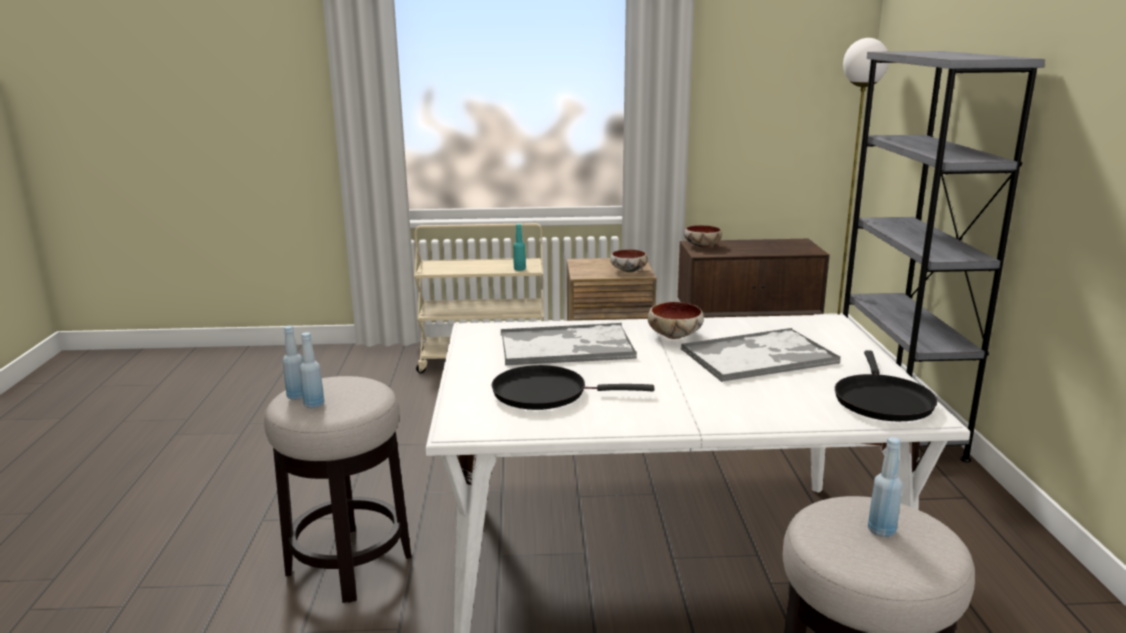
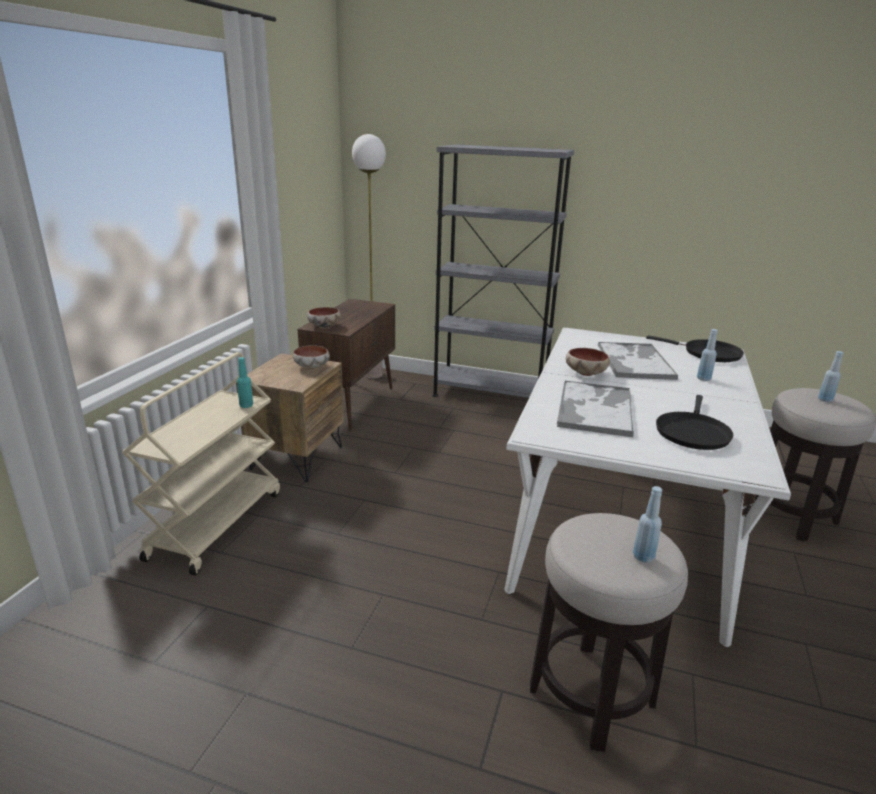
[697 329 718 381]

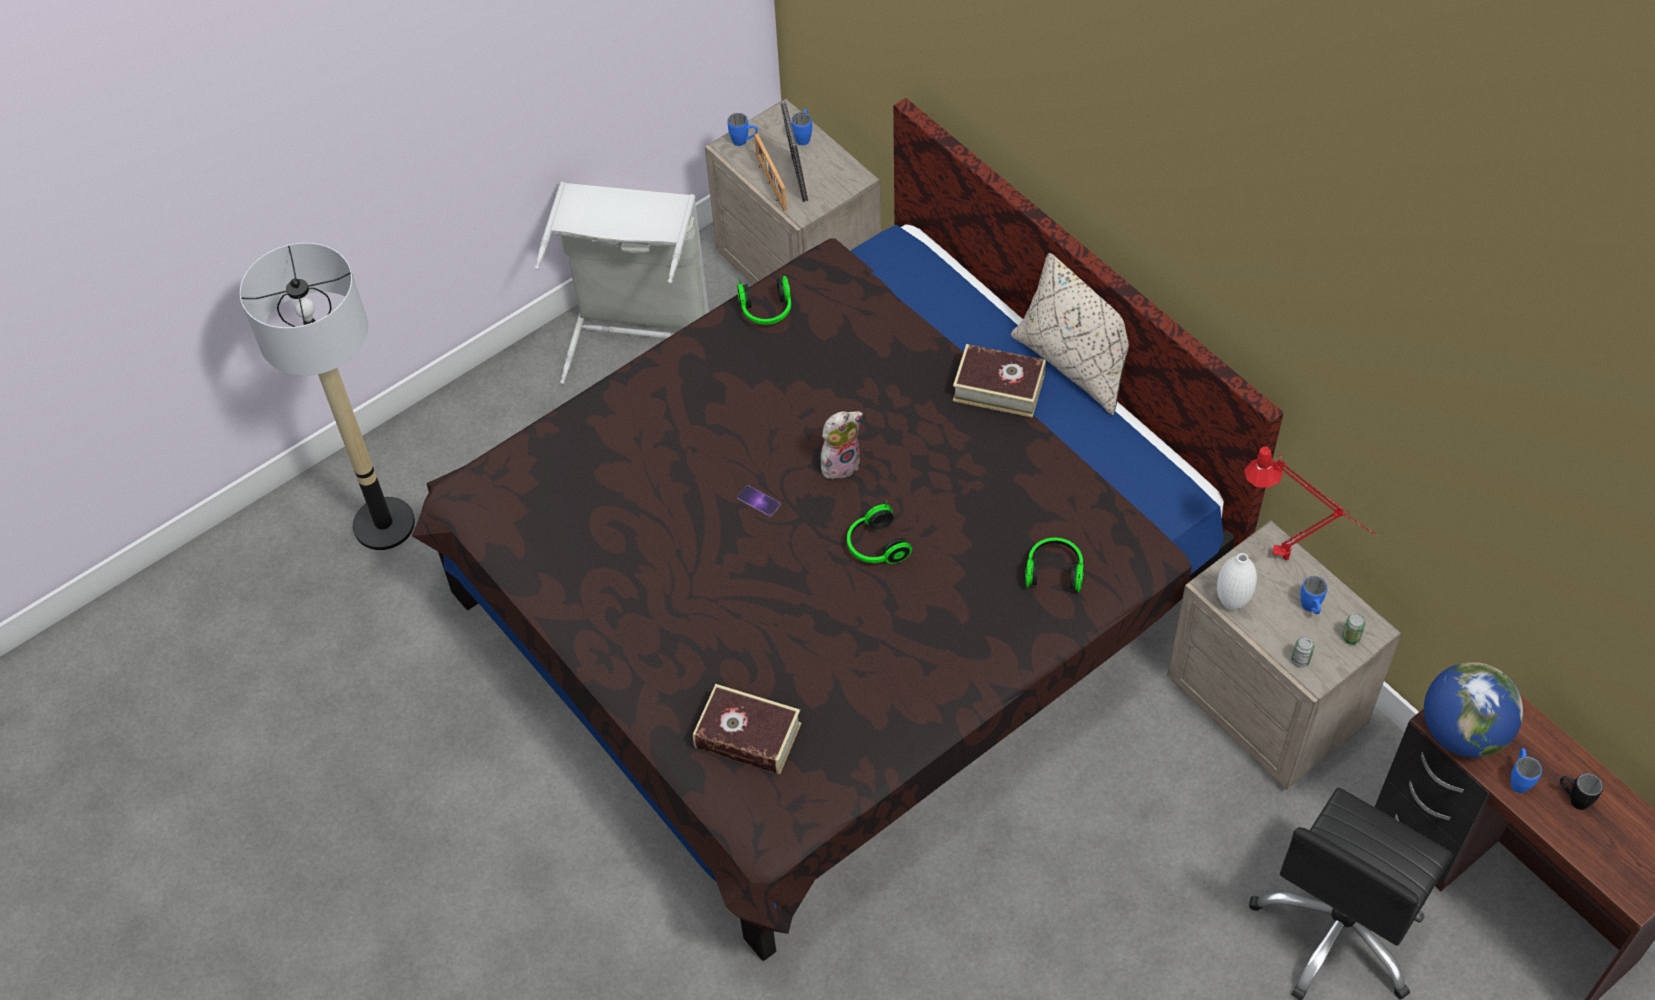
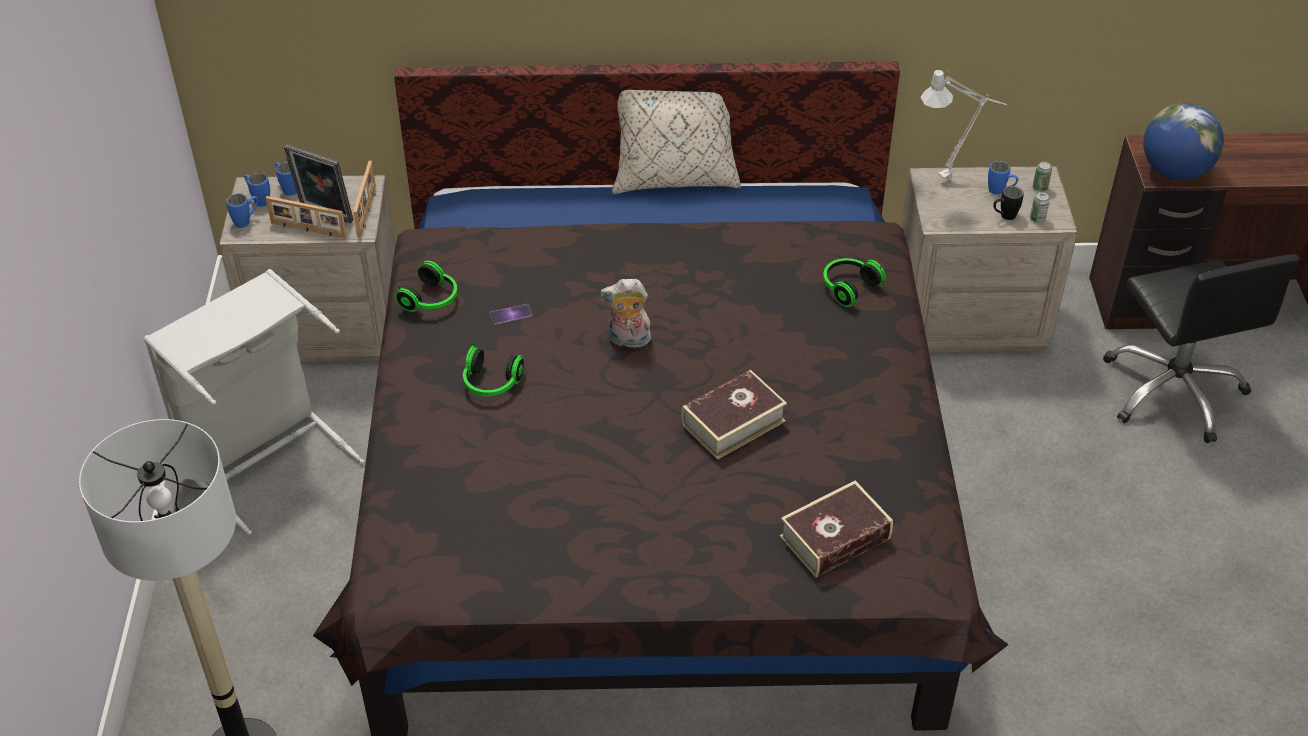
[244 173 270 207]
[353 161 376 237]
[463 340 524 396]
[490 304 533 325]
[600 279 651 348]
[681 370 787 460]
[920 70 1007 181]
[993 186 1024 220]
[1217 553 1257 610] (first image)

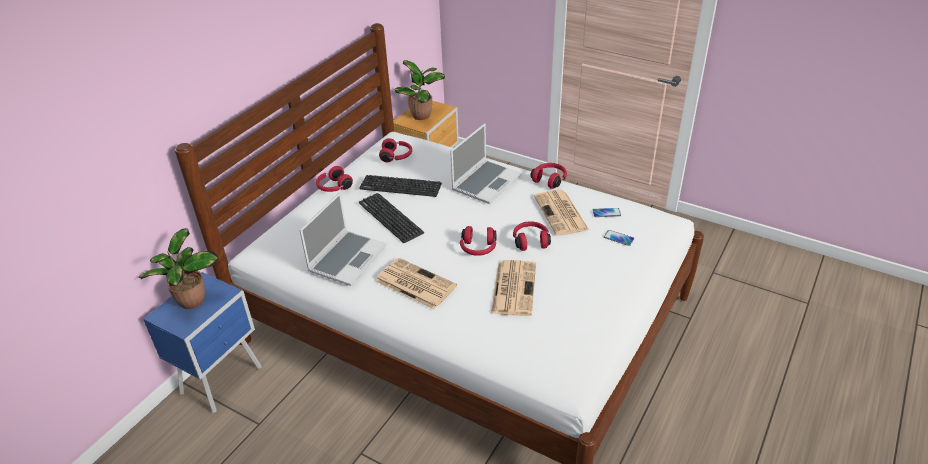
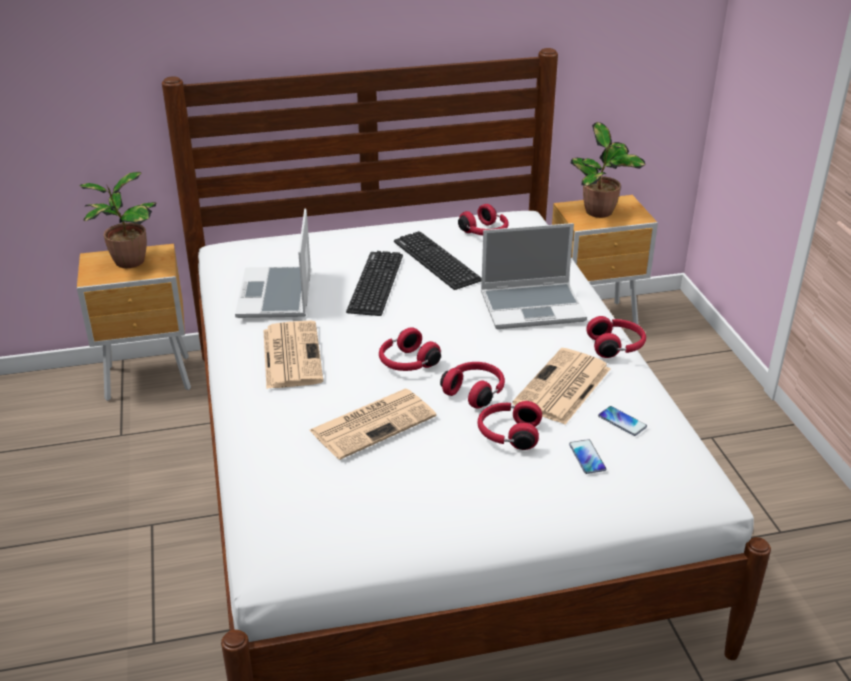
[77 244 191 401]
[235 209 311 318]
[478 401 542 450]

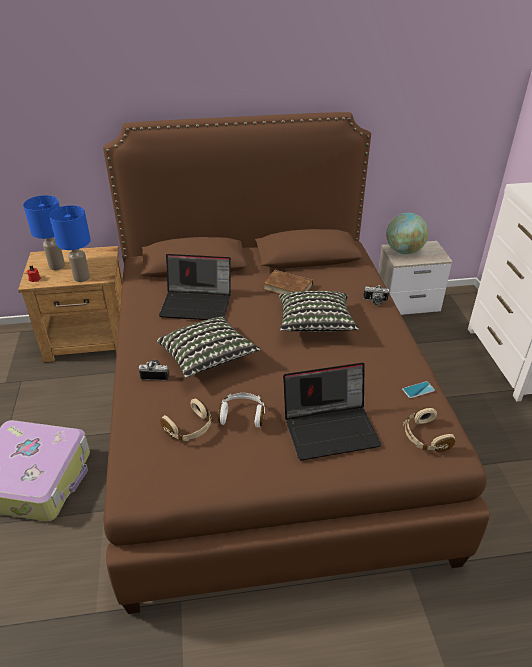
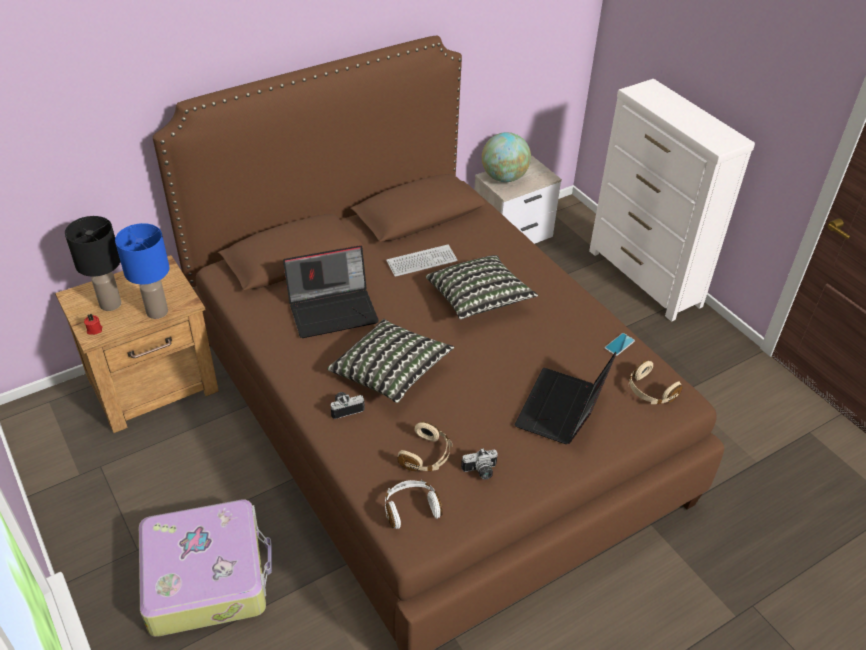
[65 216 121 311]
[385 480 443 529]
[386 245 458 277]
[461 448 498 480]
[514 352 617 444]

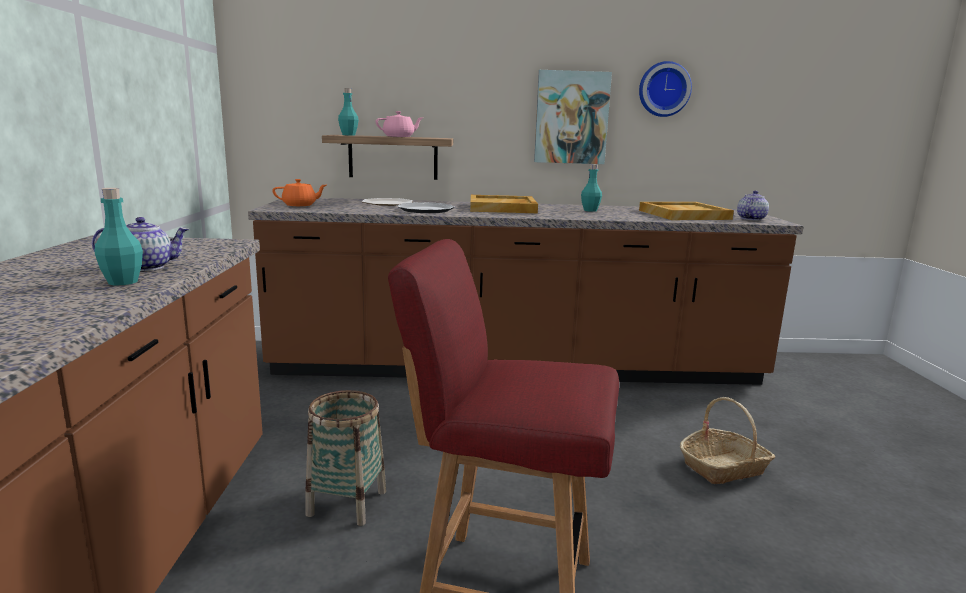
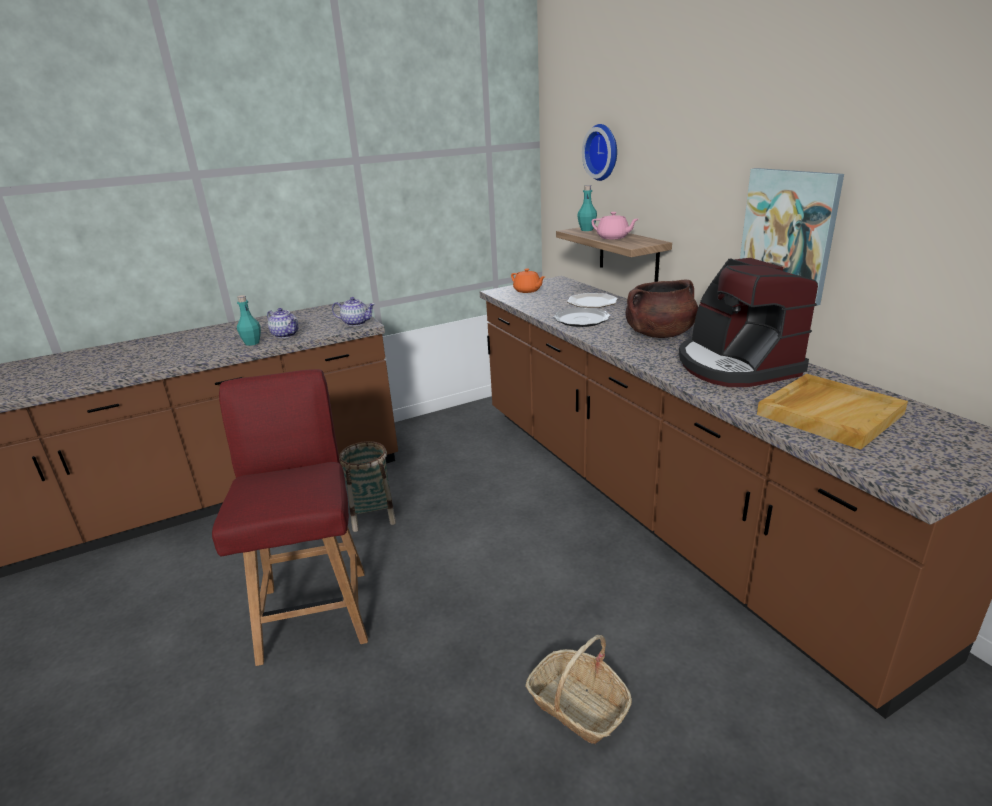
[332 297 375 326]
[582 124 617 181]
[626 280 698 338]
[679 258 818 387]

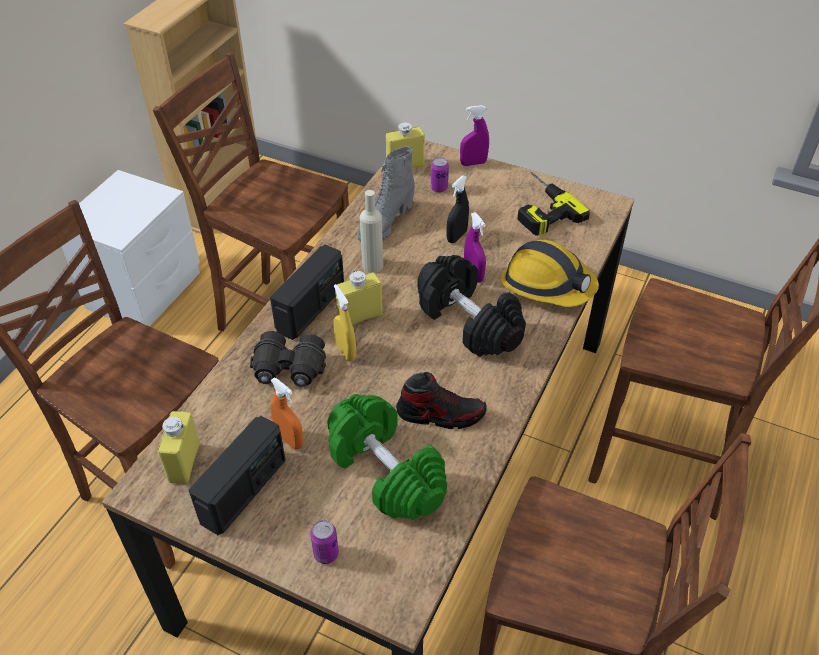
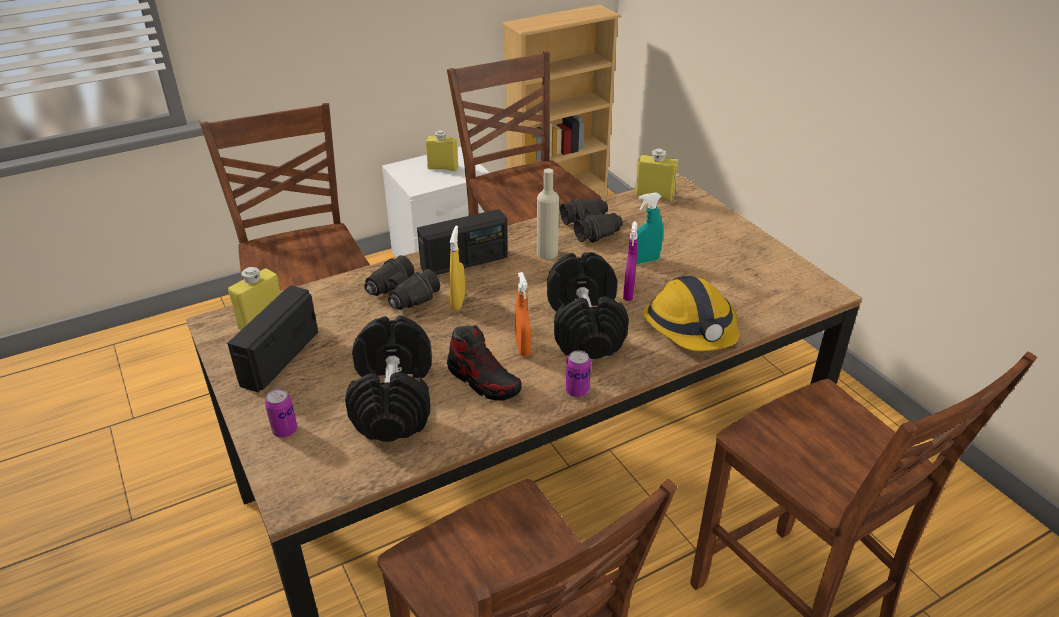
[227 285 318 392]
[345 316 432 442]
[426 130 458 171]
[515 272 531 356]
[560 199 623 243]
[566 350 591 397]
[636 193 663 264]
[460 105 489 166] (first image)
[517 172 590 236] (first image)

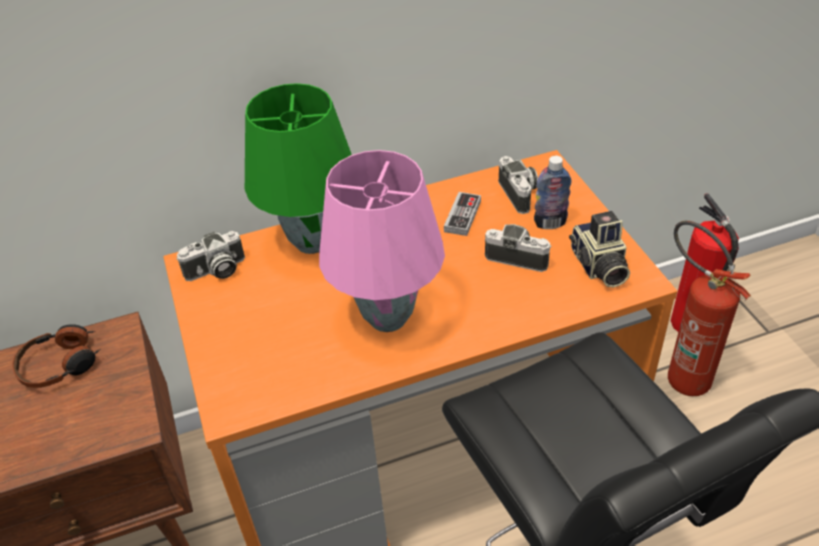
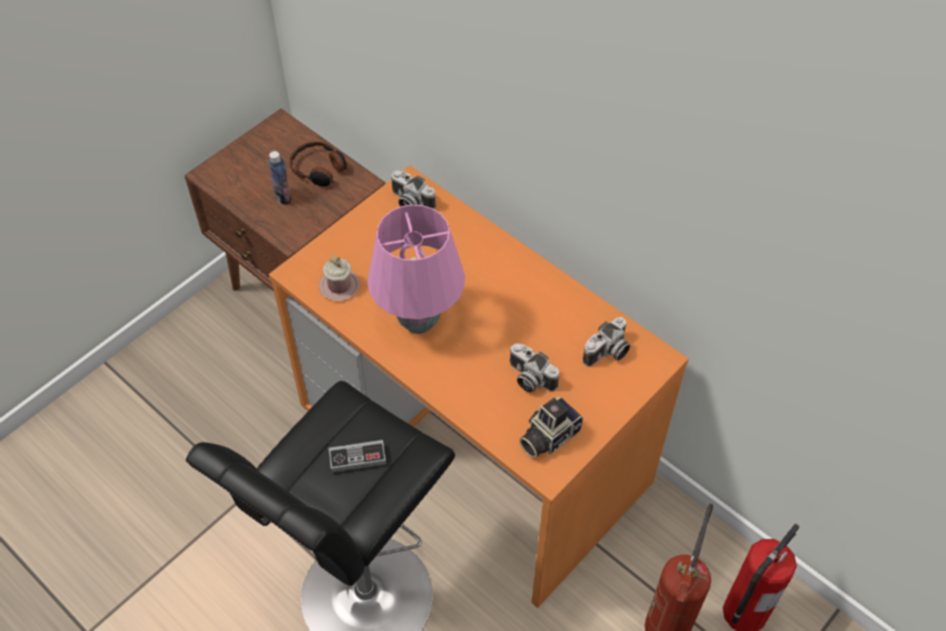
[268 151 291 205]
[319 254 360 301]
[329 440 386 472]
[510 343 559 392]
[245 83 352 254] (first image)

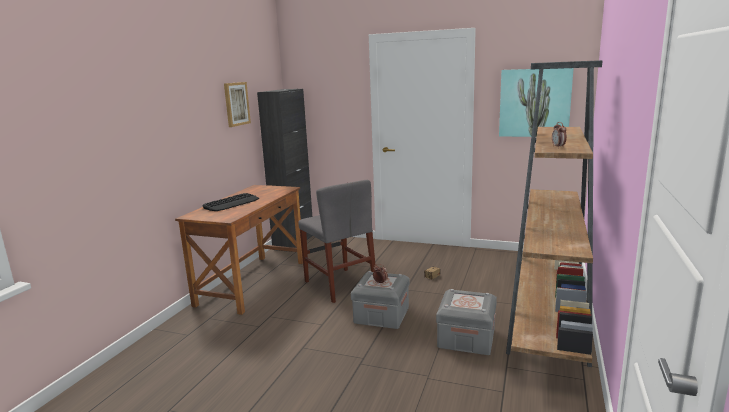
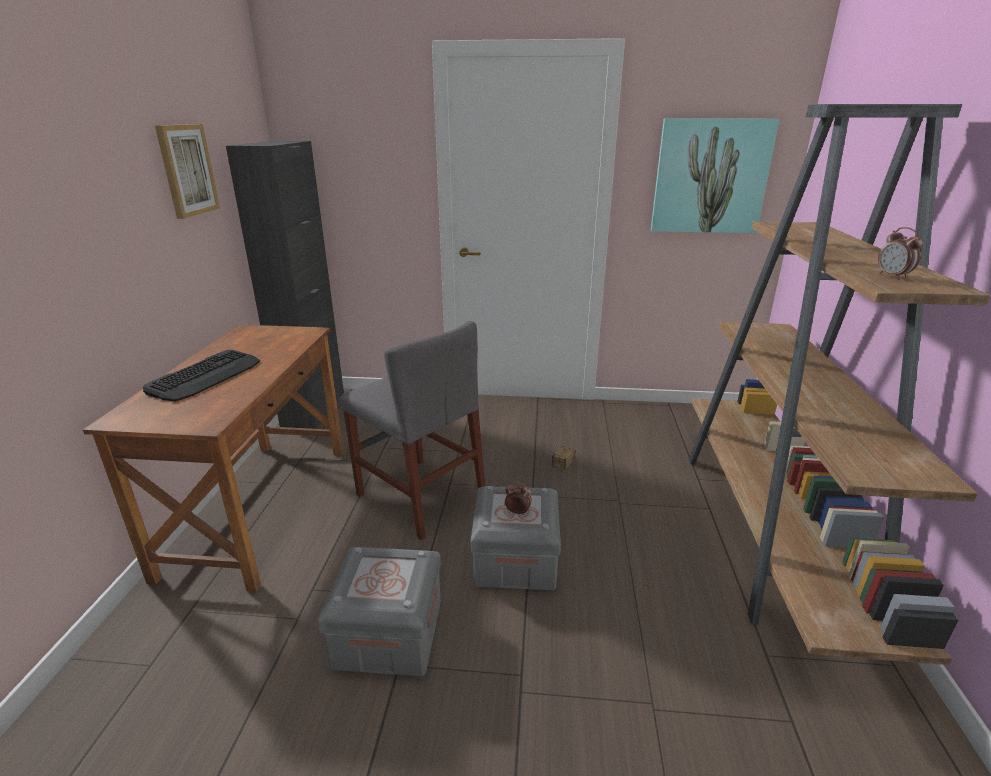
[318 547 441 676]

